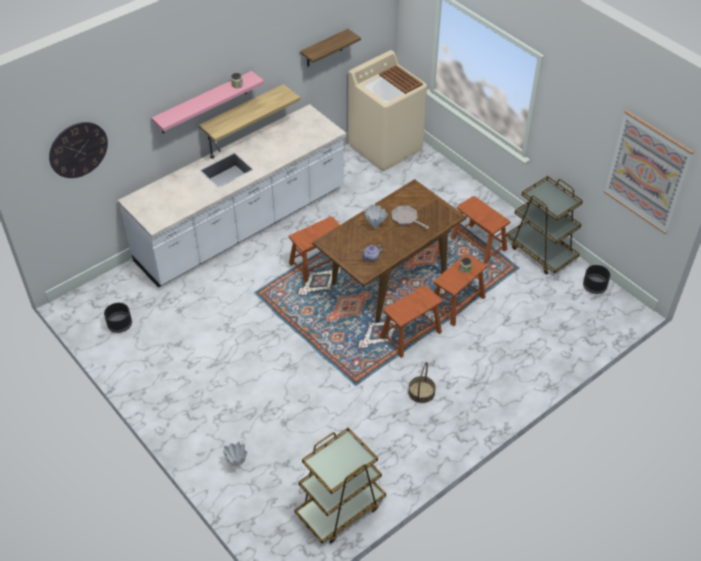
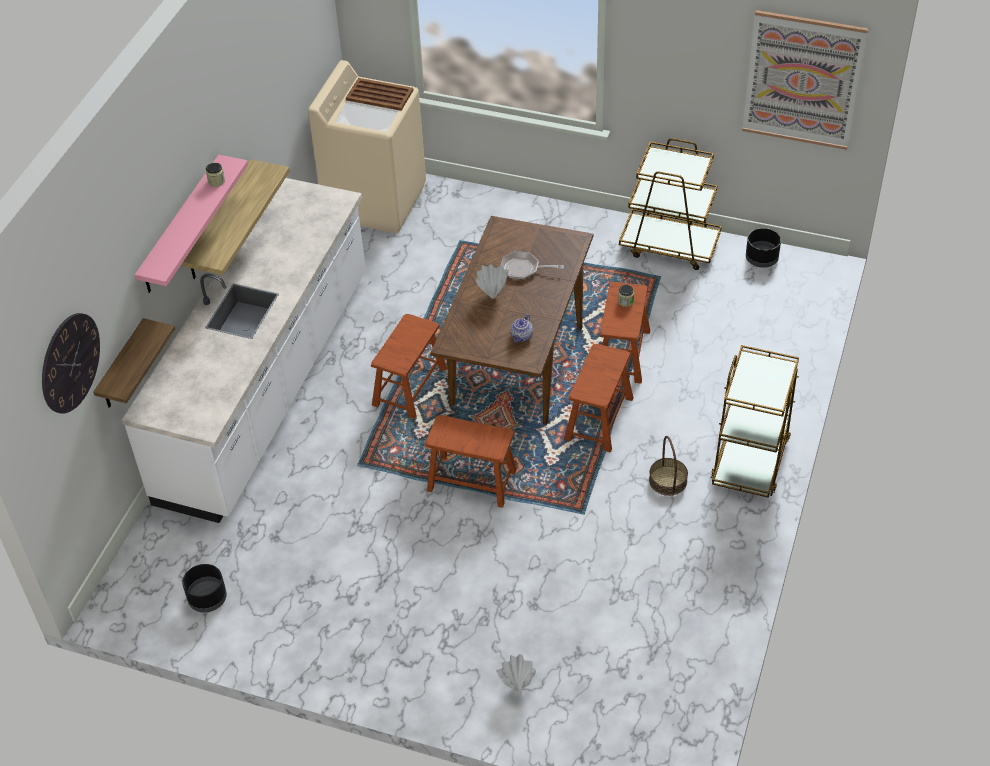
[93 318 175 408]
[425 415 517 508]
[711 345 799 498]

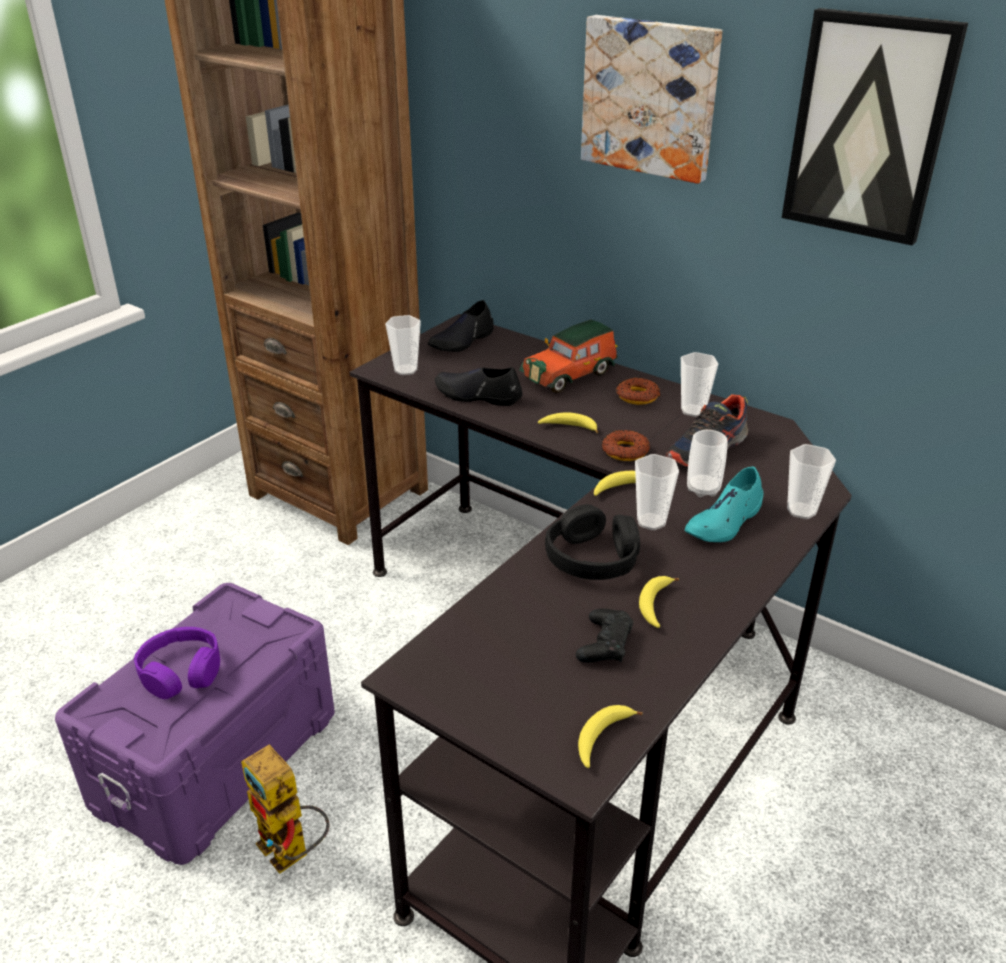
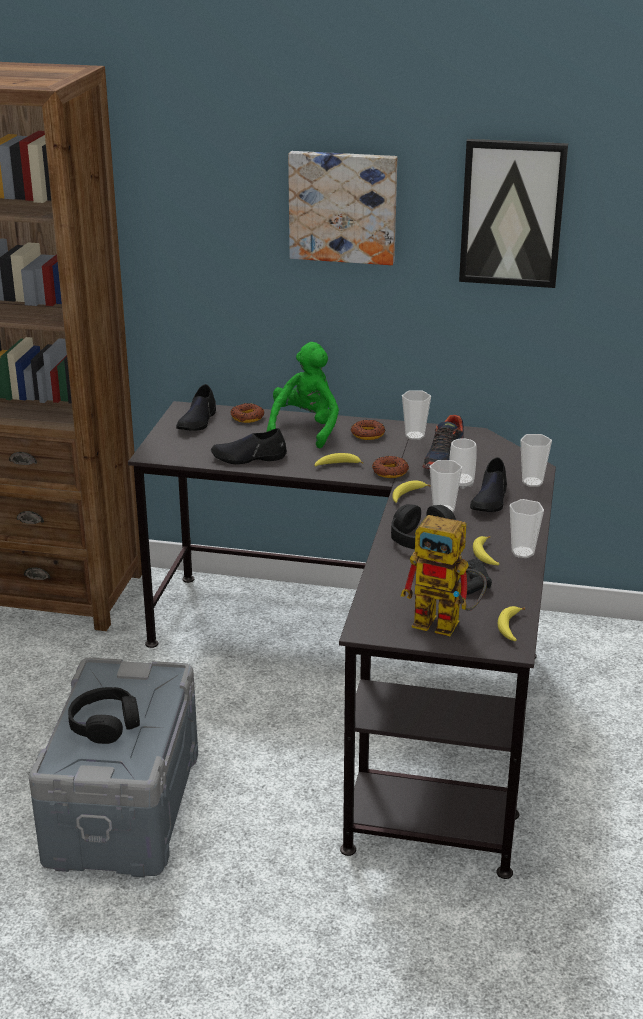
[29 658 198 877]
[68 687 140 744]
[231 403 264 423]
[267 342 339 448]
[401 515 487 636]
[470 457 507 512]
[510 499 544 558]

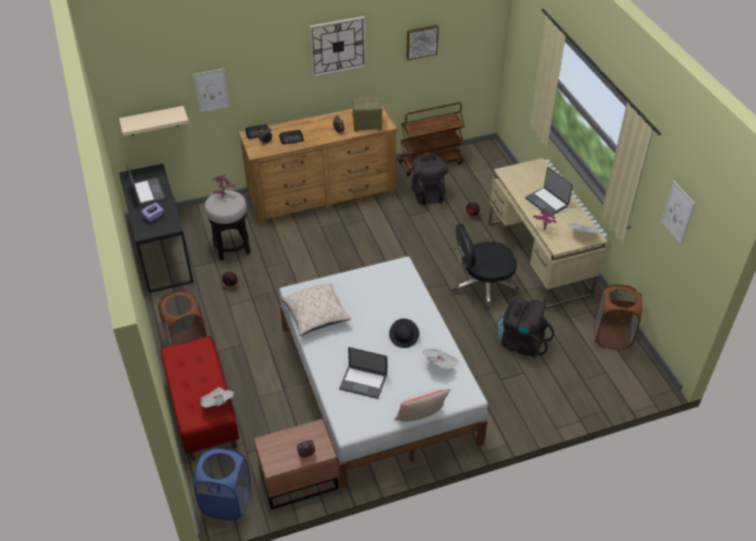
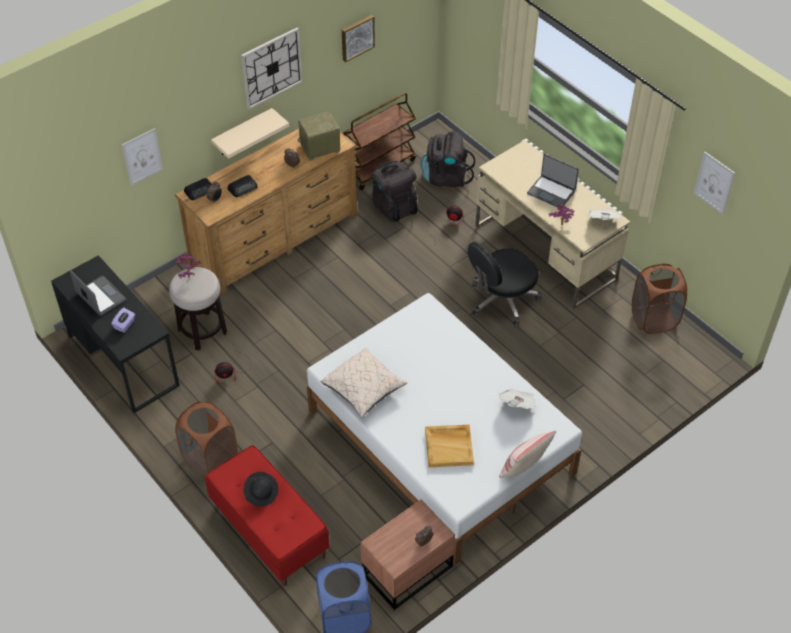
[211 108 289 159]
[244 472 278 507]
[420 131 475 187]
[425 425 474 467]
[200 387 234 408] (first image)

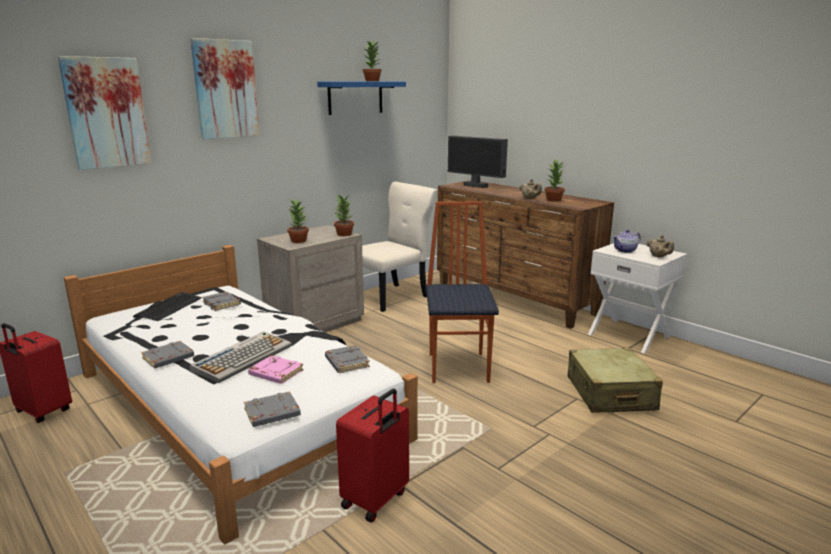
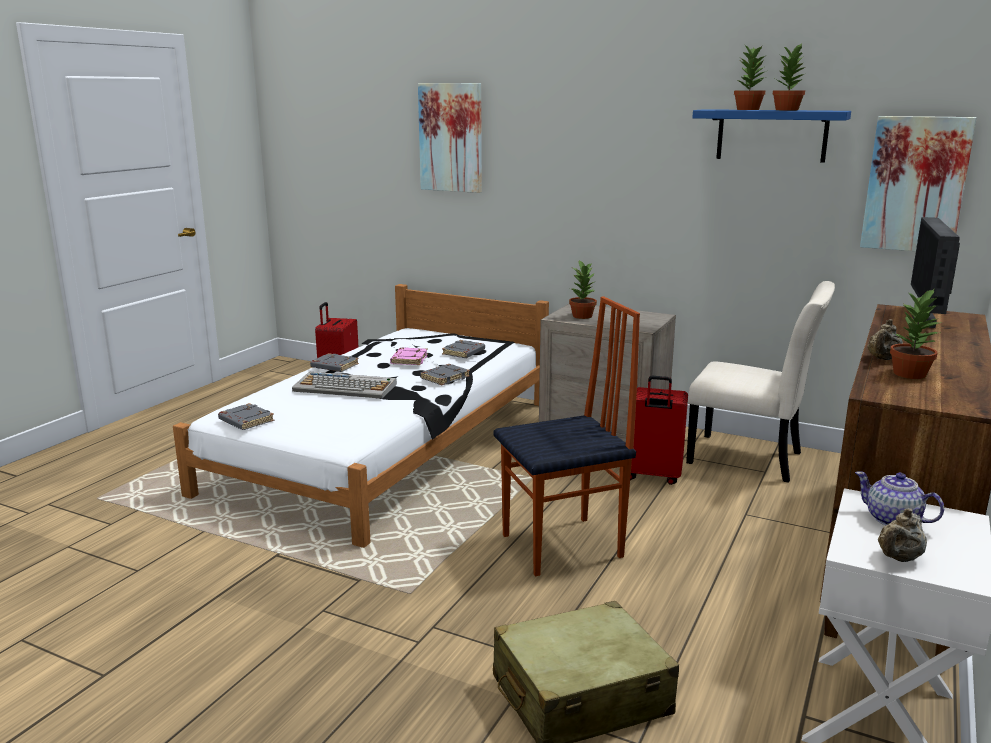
[390 348 428 365]
[420 364 470 385]
[630 376 688 485]
[734 44 766 110]
[860 116 977 251]
[133 292 202 321] (first image)

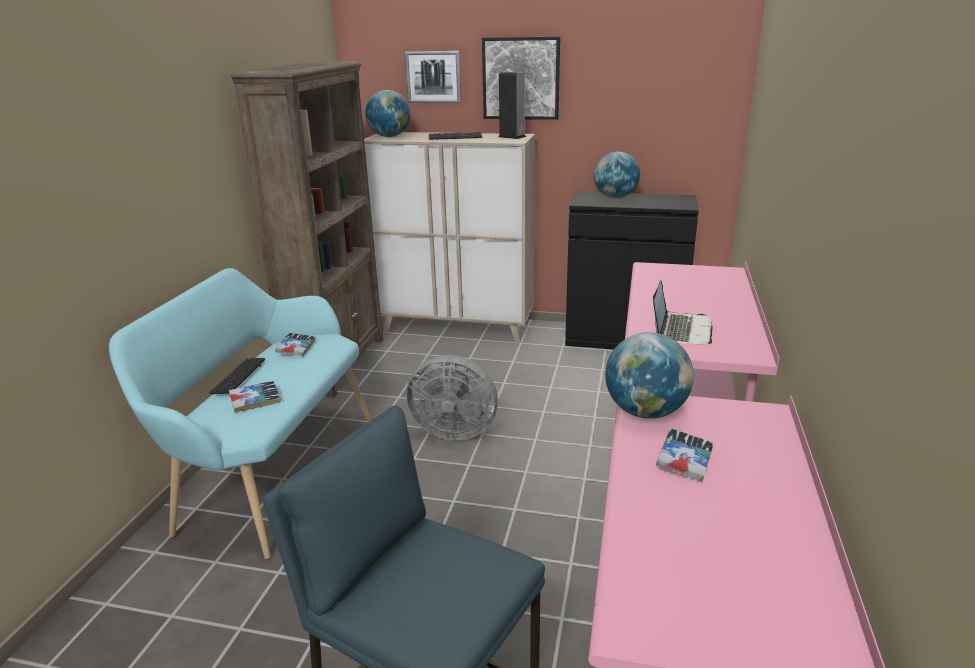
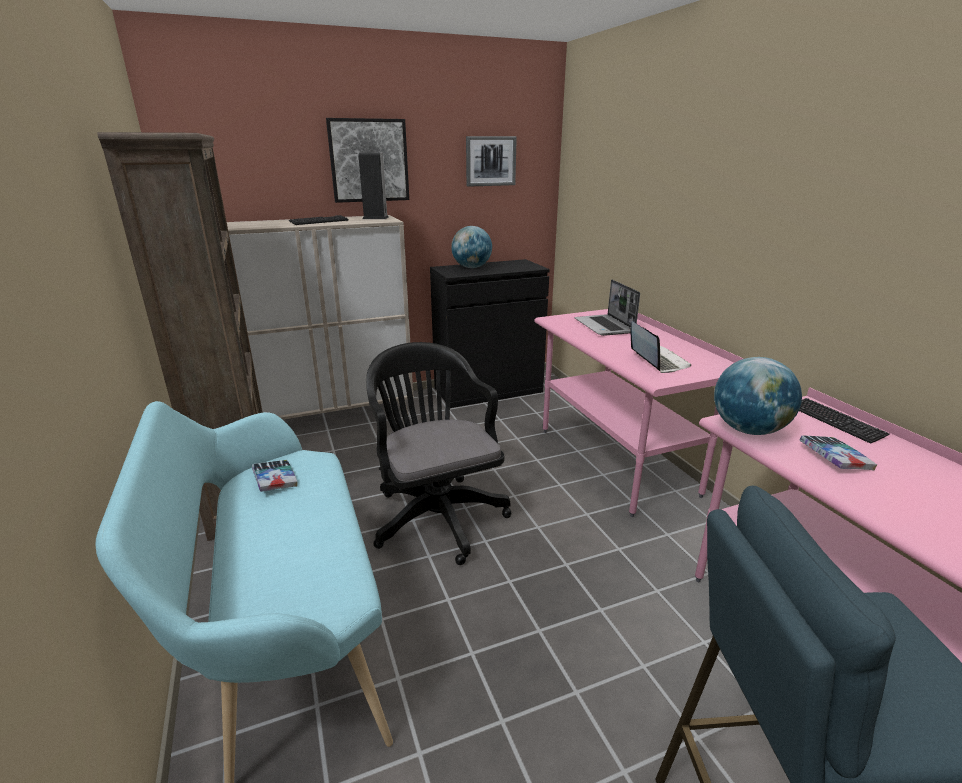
[366 342 512 565]
[466 136 517 187]
[575 279 640 336]
[799 398 890 444]
[229 381 281 413] (first image)
[365 90 411 137] (first image)

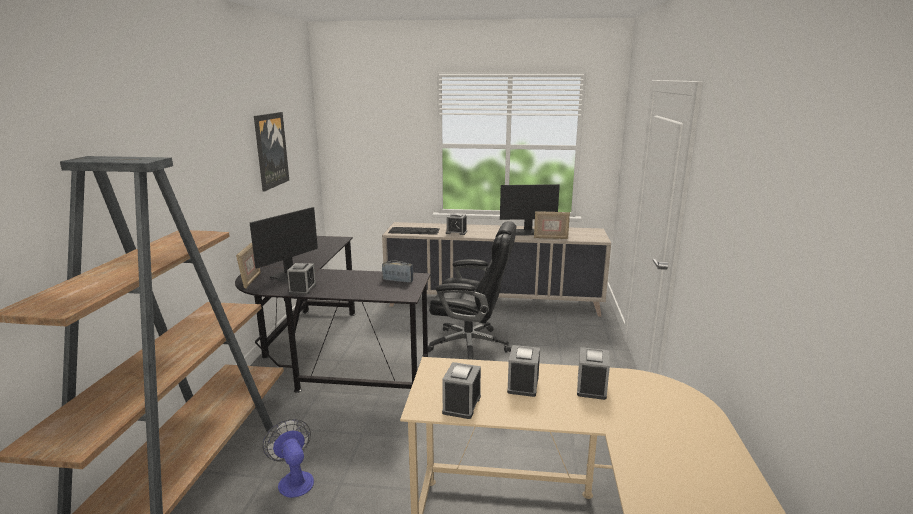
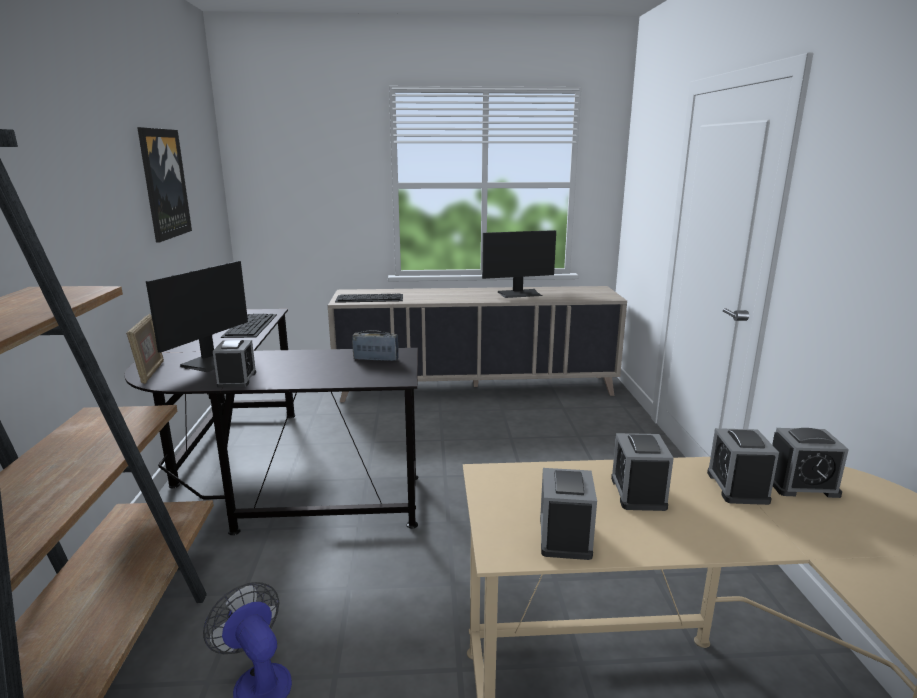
[221 314 277 338]
[772 428 849 498]
[428 221 517 360] (first image)
[534 211 570 239] (first image)

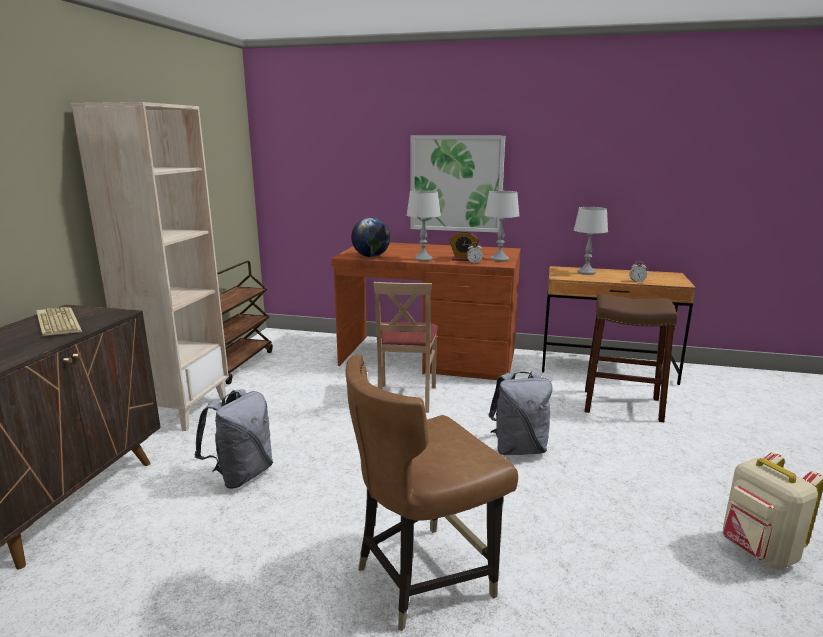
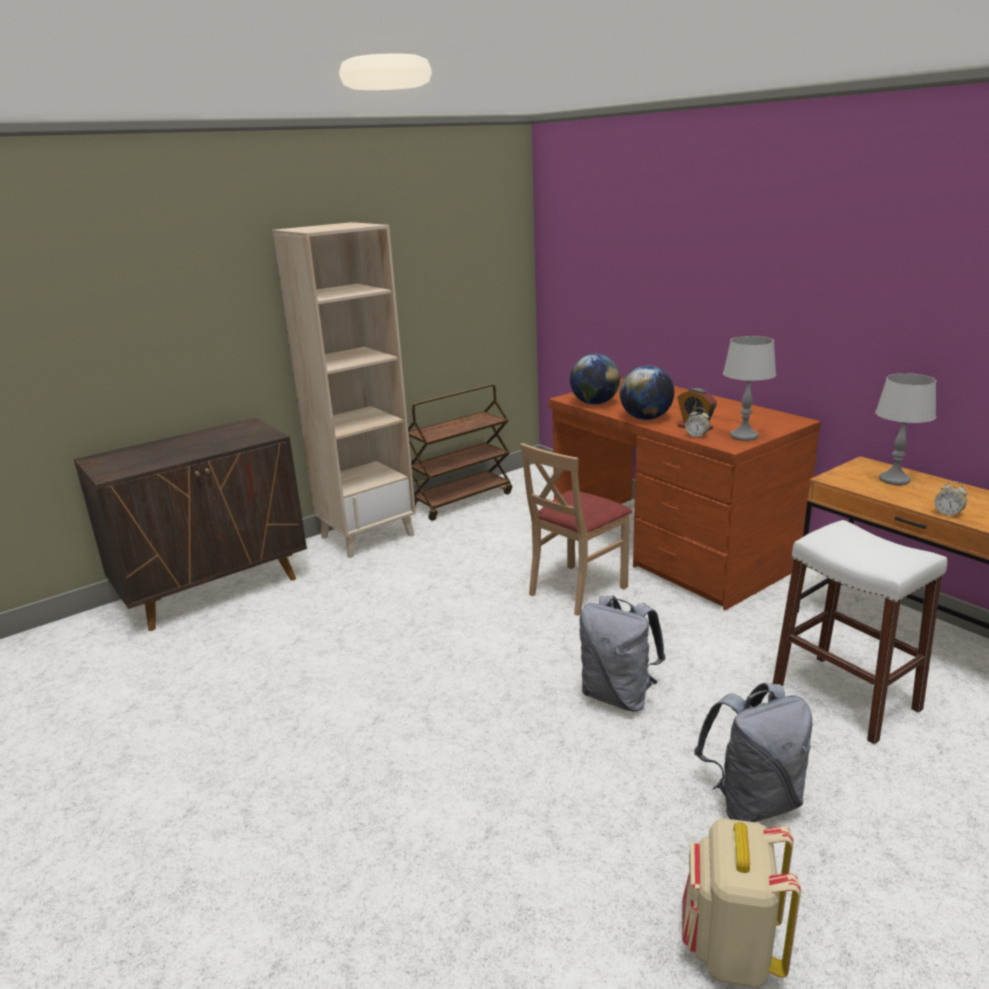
[620 365 674 420]
[694 683 813 822]
[773 520 947 744]
[36 307 82 337] (first image)
[345 355 518 631] (first image)
[411 136 505 233] (first image)

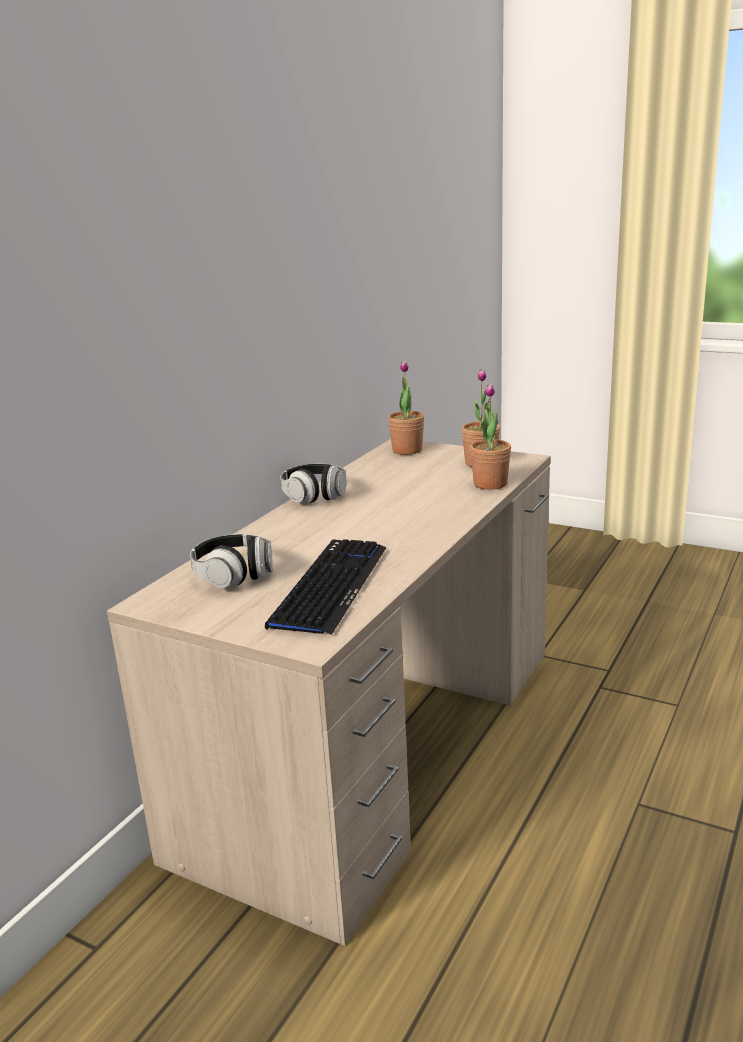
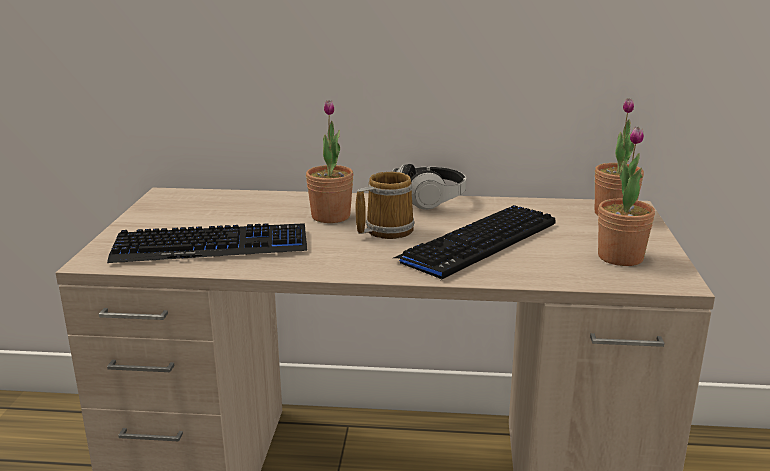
[306 100 354 223]
[355 172 415 239]
[394 205 556 280]
[190 534 273 589] (first image)

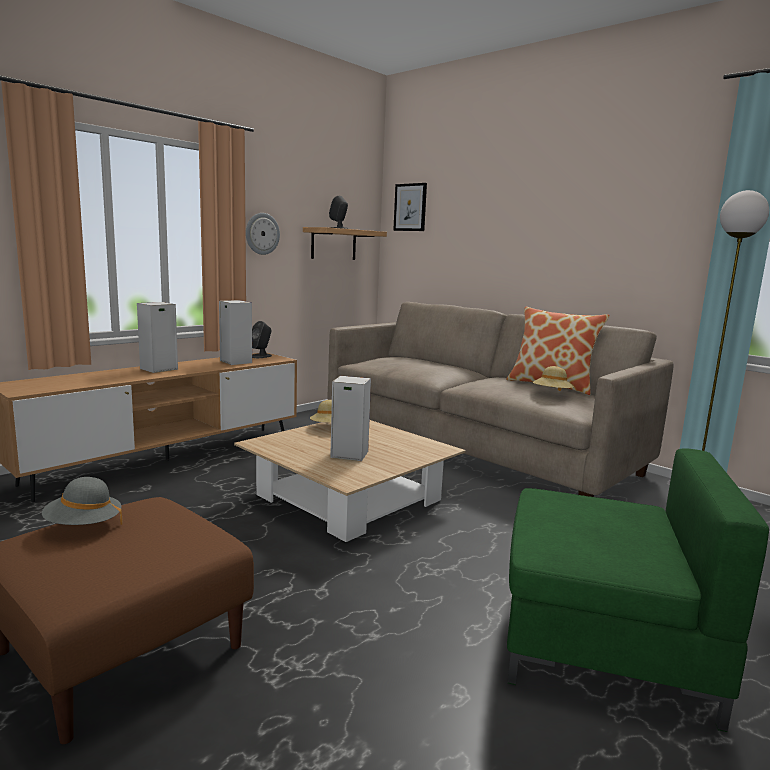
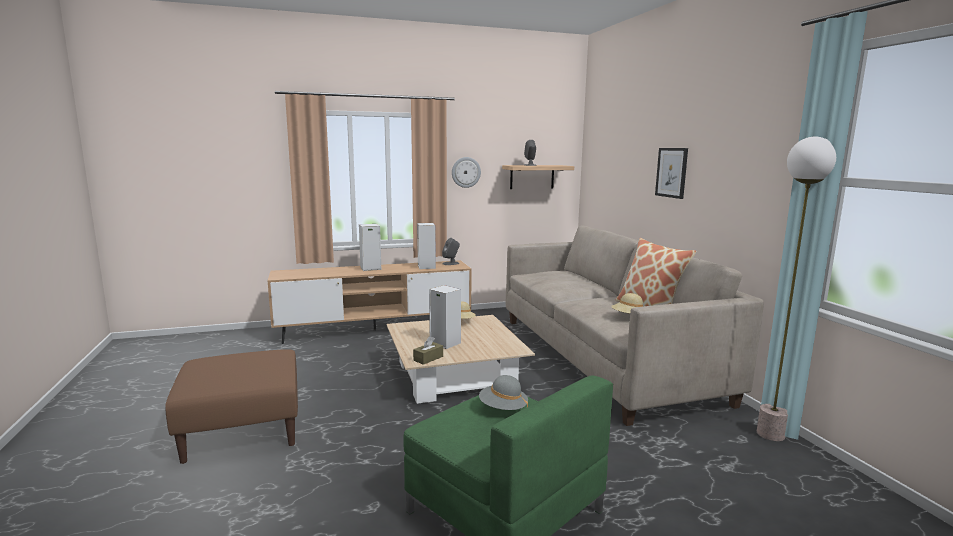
[413 336 443 365]
[479 375 528 410]
[655 148 688 199]

